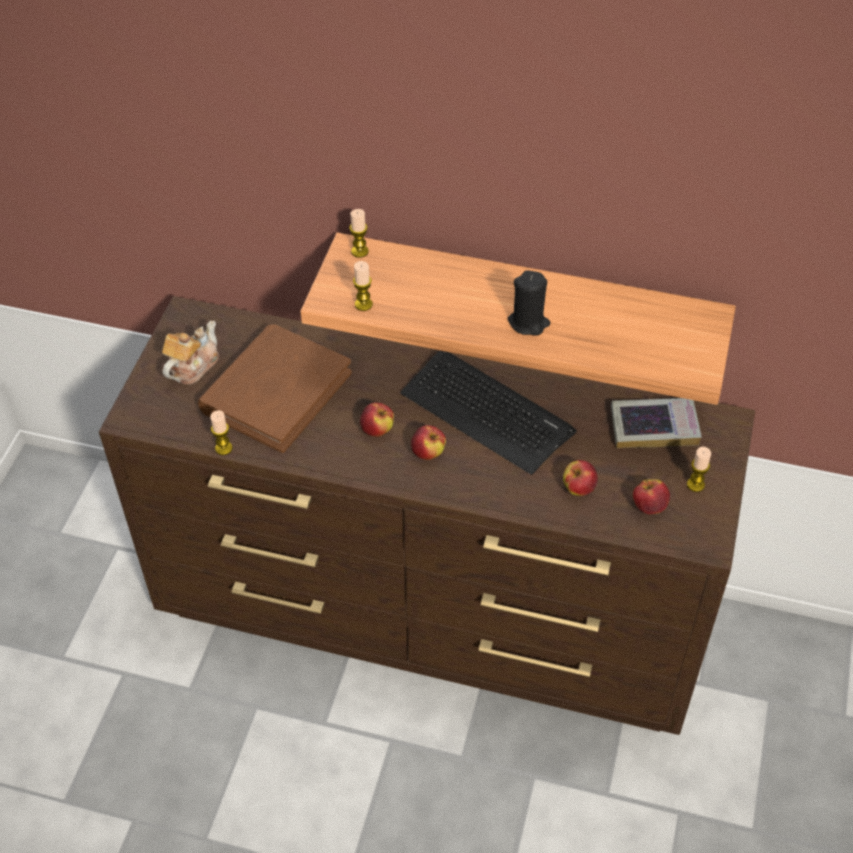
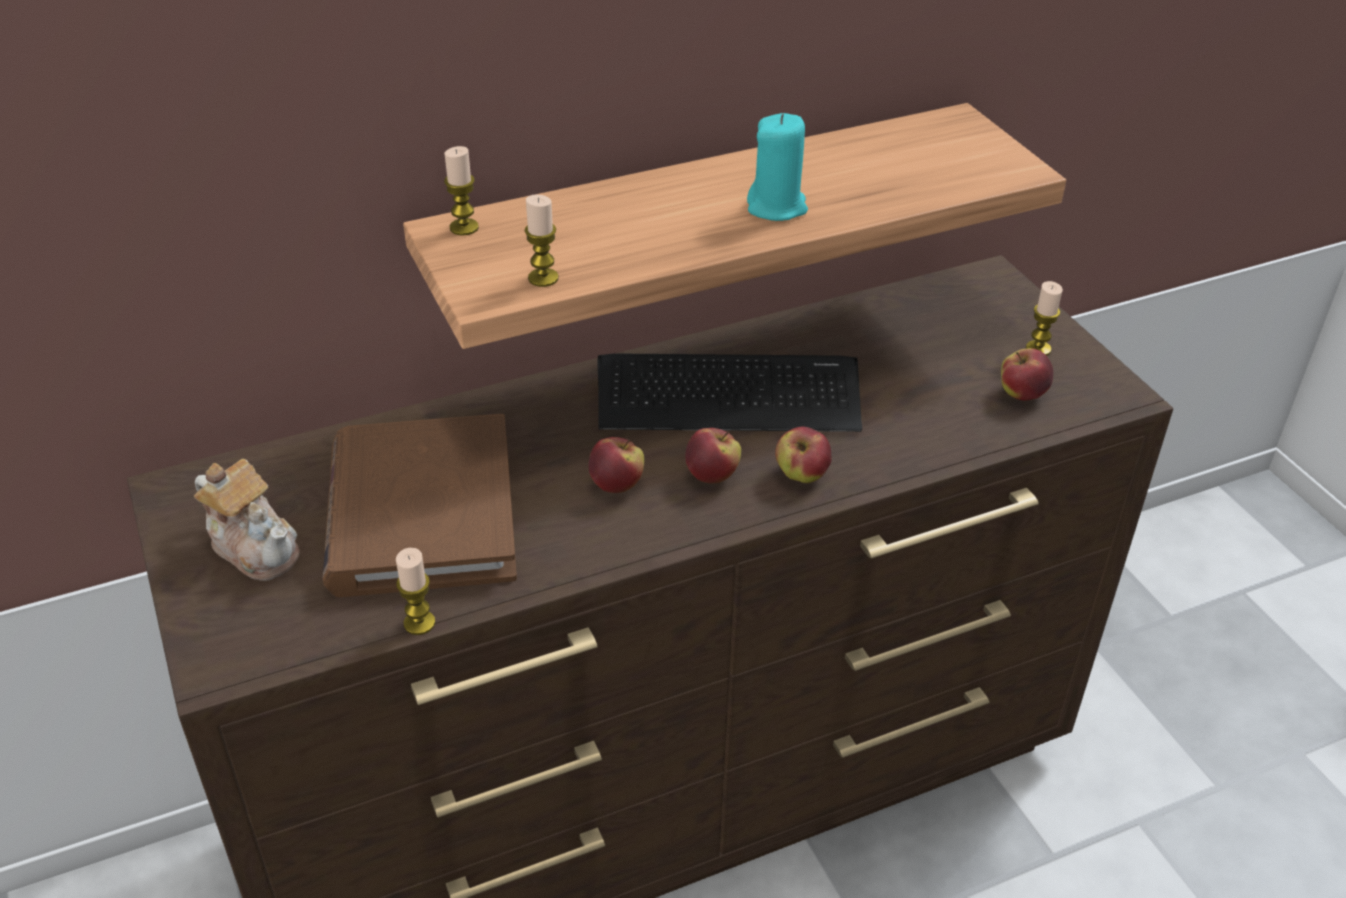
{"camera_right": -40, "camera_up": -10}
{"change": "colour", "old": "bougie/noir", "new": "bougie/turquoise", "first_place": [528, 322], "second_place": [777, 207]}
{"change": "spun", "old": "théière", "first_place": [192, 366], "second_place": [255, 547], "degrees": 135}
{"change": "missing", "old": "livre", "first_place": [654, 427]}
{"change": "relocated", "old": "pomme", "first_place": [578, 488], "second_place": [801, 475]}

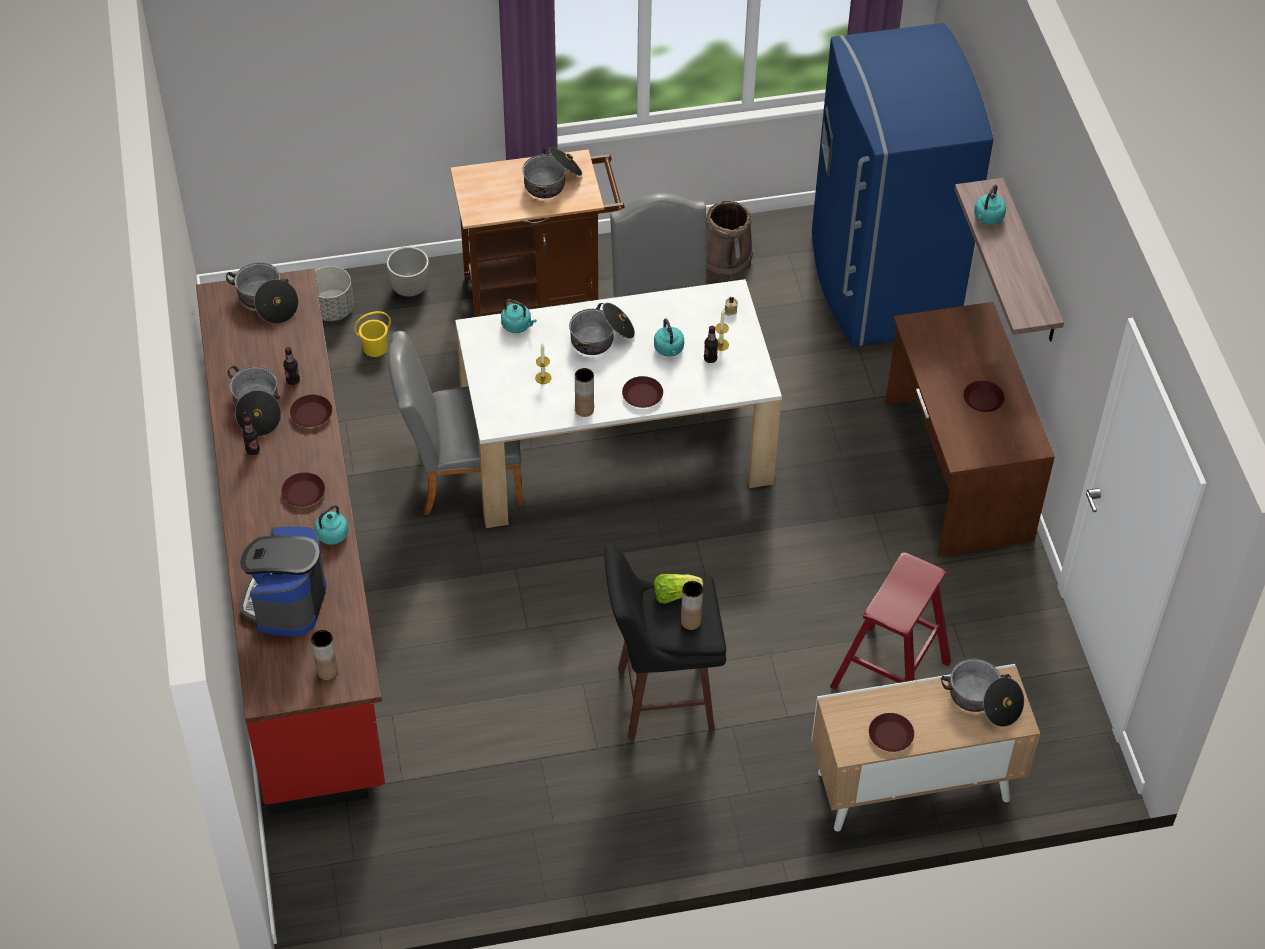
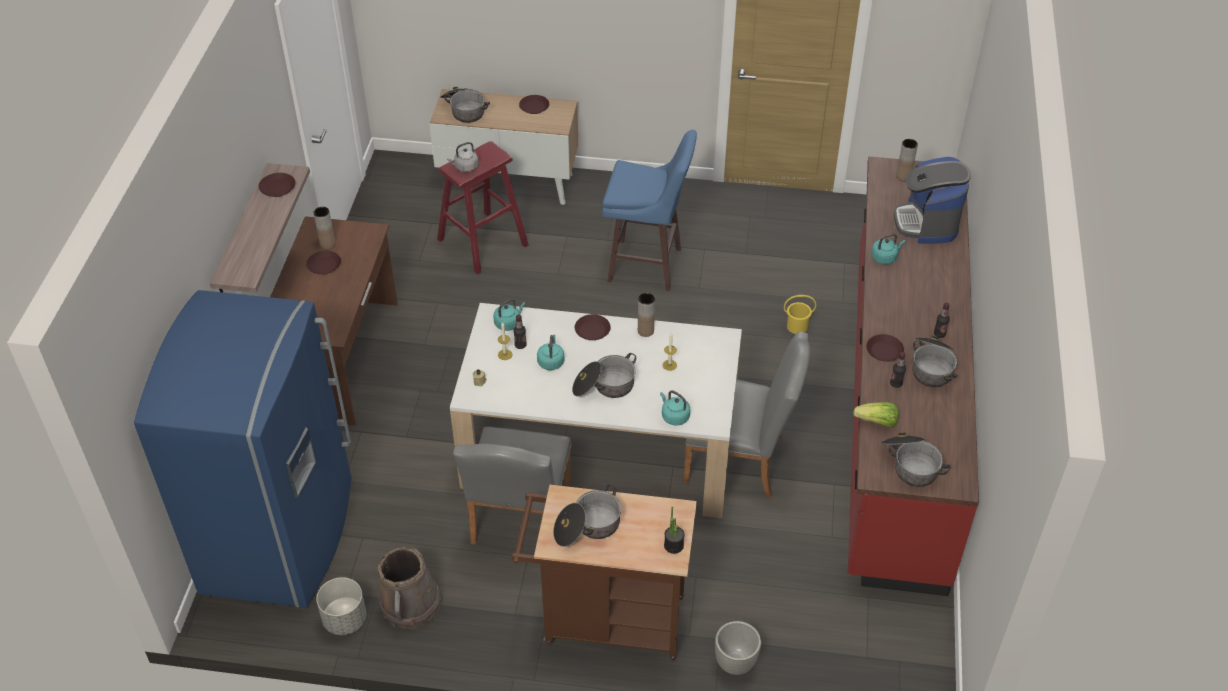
{"camera_right": -160, "camera_up": -5}
{"change": "relocated", "old": "bouilloire/turquoise", "first_place": [987, 218], "second_place": [508, 323]}
{"change": "relocated", "old": "cache-pot/gris", "first_place": [333, 310], "second_place": [344, 619]}
{"change": "relocated", "old": "seau/jaune", "first_place": [374, 347], "second_place": [797, 327]}
{"change": "relocated", "old": "assiette/marron", "first_place": [303, 493], "second_place": [278, 188]}
{"change": "spun", "old": "machine à café", "first_place": [286, 602], "second_place": [927, 223], "degrees": 150}
{"change": "colour", "old": "tabouret/noir", "new": "tabouret/bleu", "first_place": [661, 698], "second_place": [647, 266]}
{"change": "relocated", "old": "laitue", "first_place": [674, 594], "second_place": [877, 422]}
{"change": "relocated", "old": "vase/marron", "first_place": [690, 622], "second_place": [327, 244]}
{"change": "appeared", "new": "bouilloire/gris", "second_place": [465, 167]}
{"change": "appeared", "new": "plante en pot", "second_place": [673, 545]}

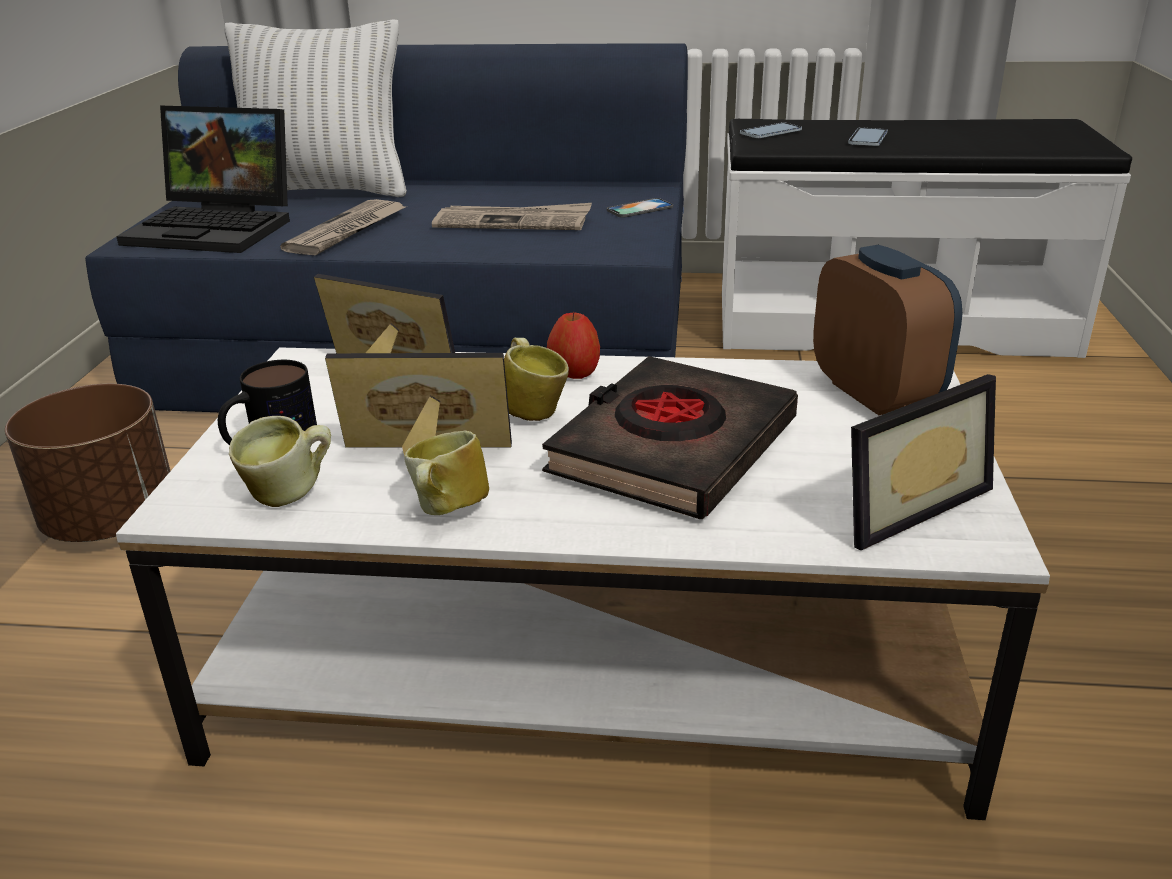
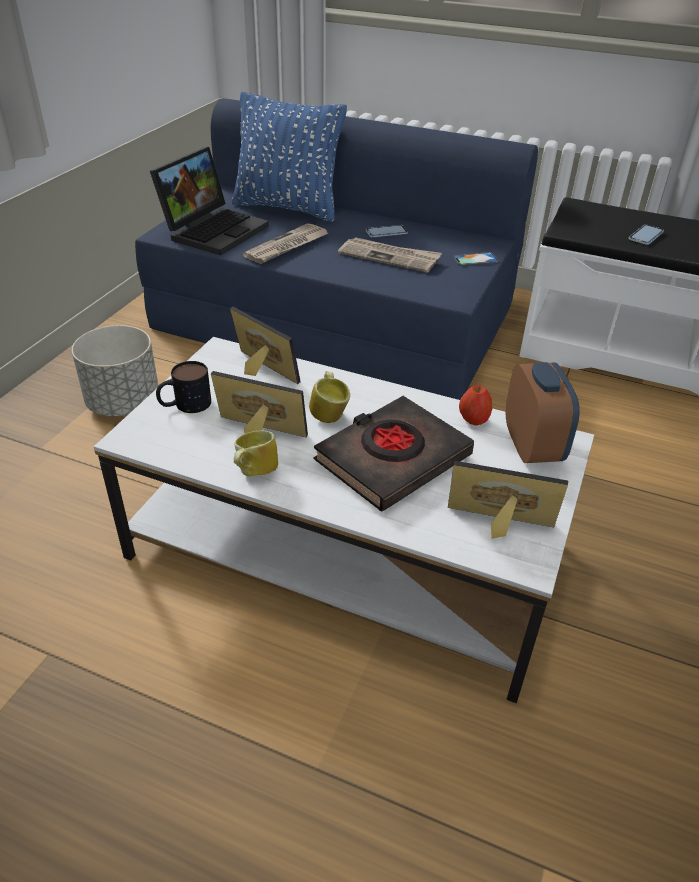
{"camera_right": 15, "camera_up": 10}
{"change": "colour", "old": "coussin/blanc", "new": "coussin/bleu", "first_place": [326, 191], "second_place": [288, 208]}
{"change": "spun", "old": "ordinateur portable", "first_place": [219, 228], "second_place": [214, 230], "degrees": -90}
{"change": "relocated", "old": "téléphone", "first_place": [770, 132], "second_place": [386, 232]}
{"change": "relocated", "old": "pomme", "first_place": [574, 374], "second_place": [473, 420]}
{"change": "spun", "old": "cadre photo", "first_place": [902, 504], "second_place": [498, 527], "degrees": -150}
{"change": "colour", "old": "cache-pot/marron", "new": "cache-pot/gris", "first_place": [112, 521], "second_place": [124, 403]}
{"change": "missing", "old": "mug", "first_place": [291, 496]}

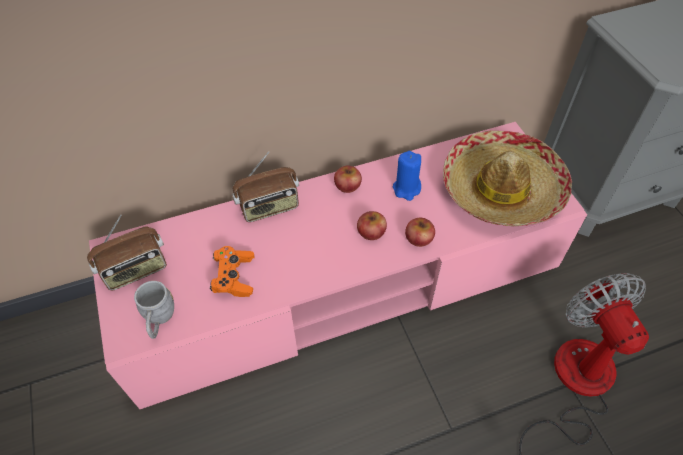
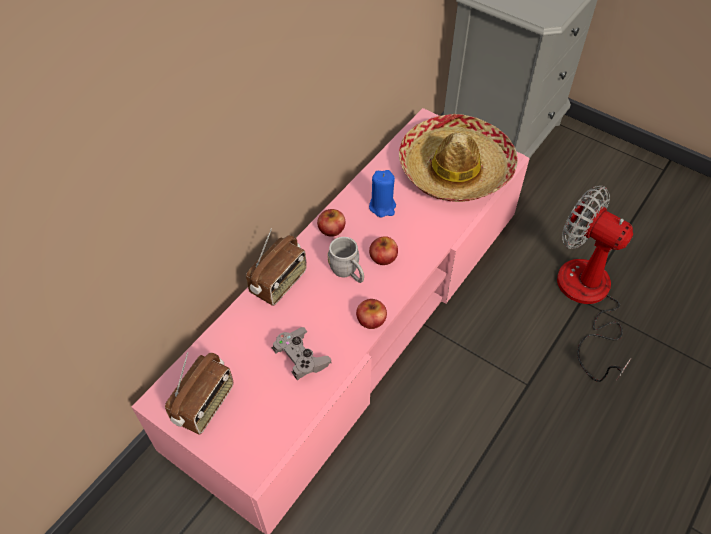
{"camera_right": -35, "camera_up": 0}
{"change": "relocated", "old": "pomme", "first_place": [419, 238], "second_place": [371, 319]}
{"change": "colour", "old": "manette/orange", "new": "manette/gris", "first_place": [234, 277], "second_place": [301, 358]}
{"change": "relocated", "old": "mug/gris", "first_place": [159, 320], "second_place": [348, 273]}

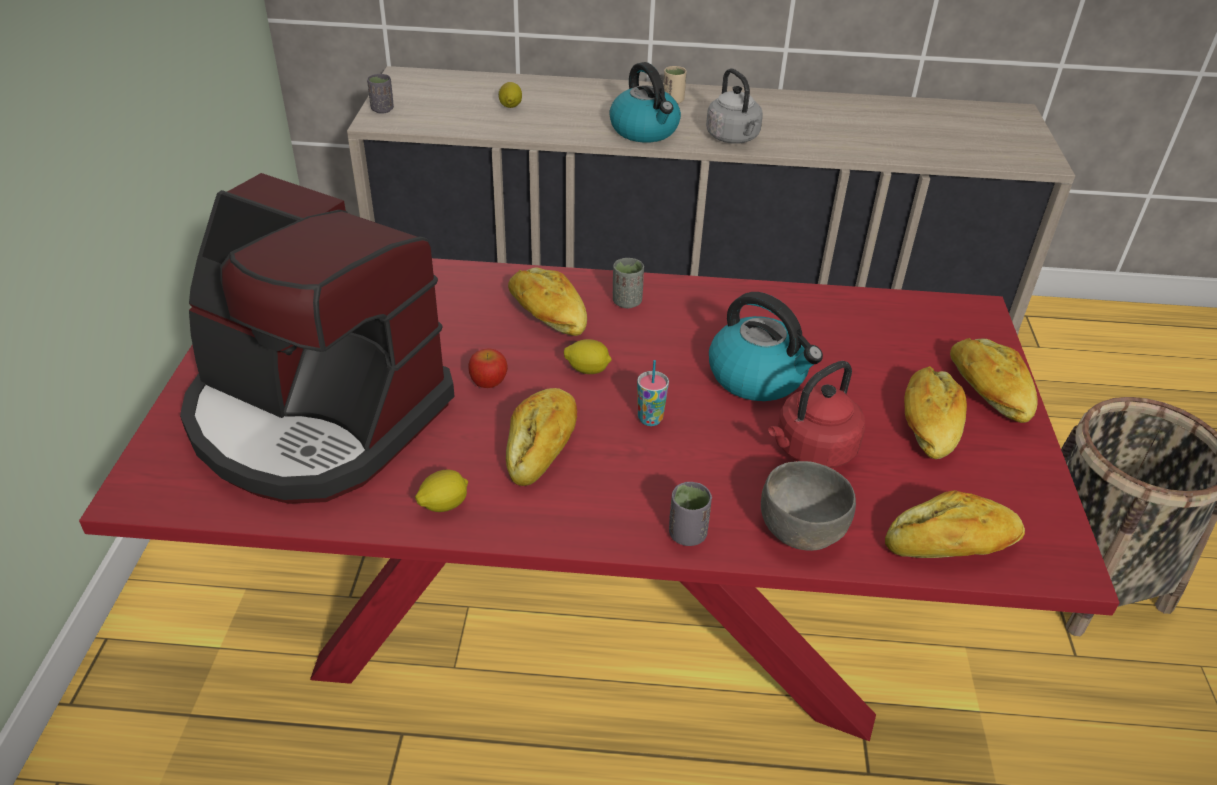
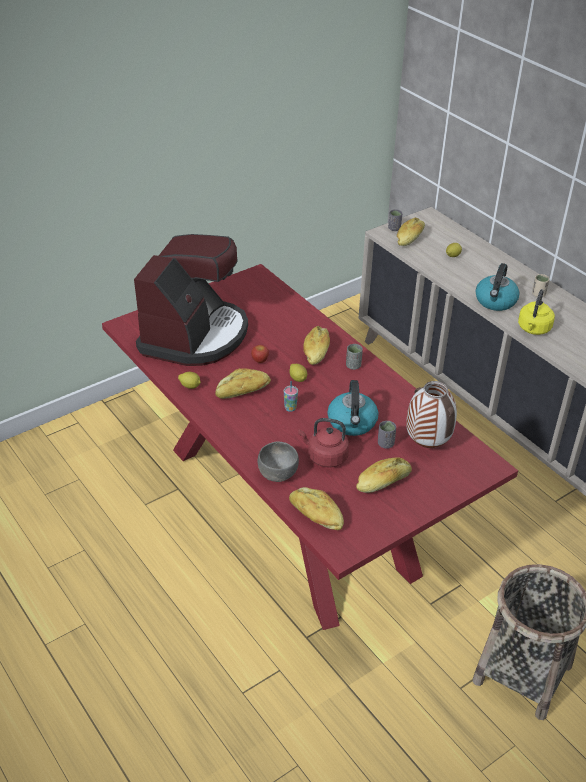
{"camera_right": 50, "camera_up": 0}
{"change": "colour", "old": "bouilloire/gris", "new": "bouilloire/jaune", "first_place": [734, 138], "second_place": [533, 329]}
{"change": "spun", "old": "machine à café", "first_place": [315, 417], "second_place": [195, 335], "degrees": -150}
{"change": "relocated", "old": "pain", "first_place": [987, 392], "second_place": [410, 238]}
{"change": "relocated", "old": "tasse/gris", "first_place": [687, 534], "second_place": [385, 444]}
{"change": "appeared", "new": "vase", "second_place": [426, 444]}

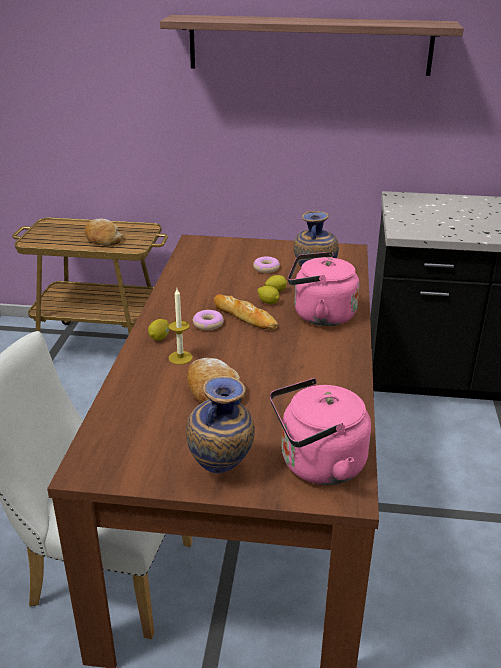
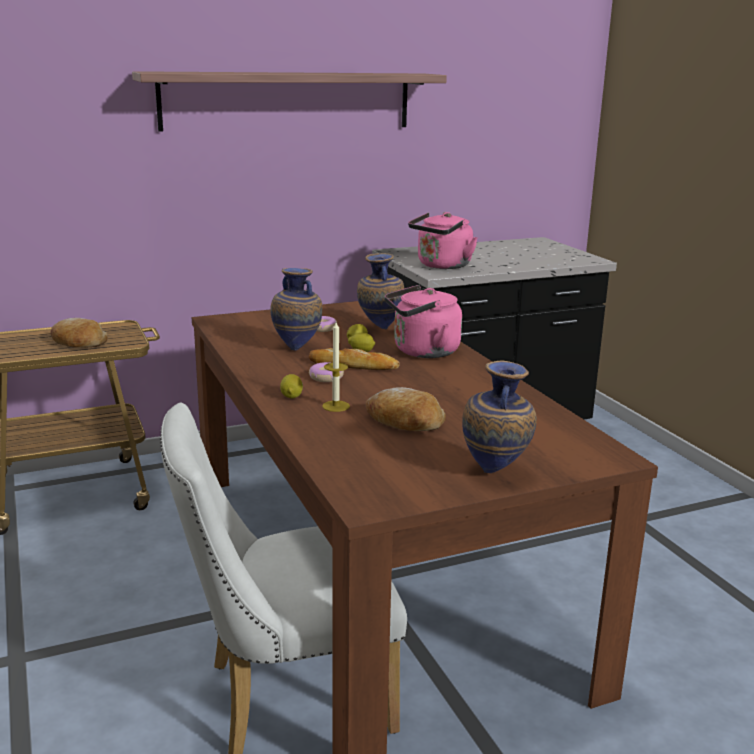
{"camera_right": -30, "camera_up": -10}
{"change": "relocated", "old": "bouilloire/rose", "first_place": [317, 465], "second_place": [442, 266]}
{"change": "appeared", "new": "vase", "second_place": [297, 348]}

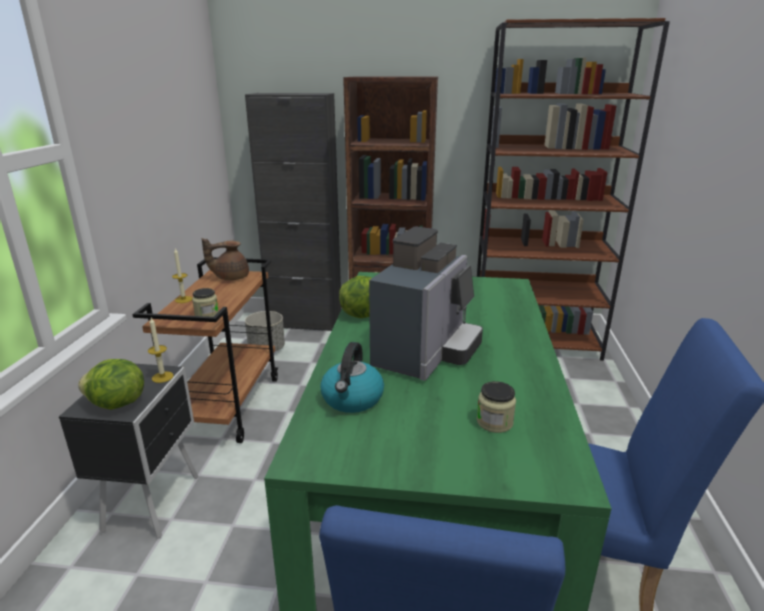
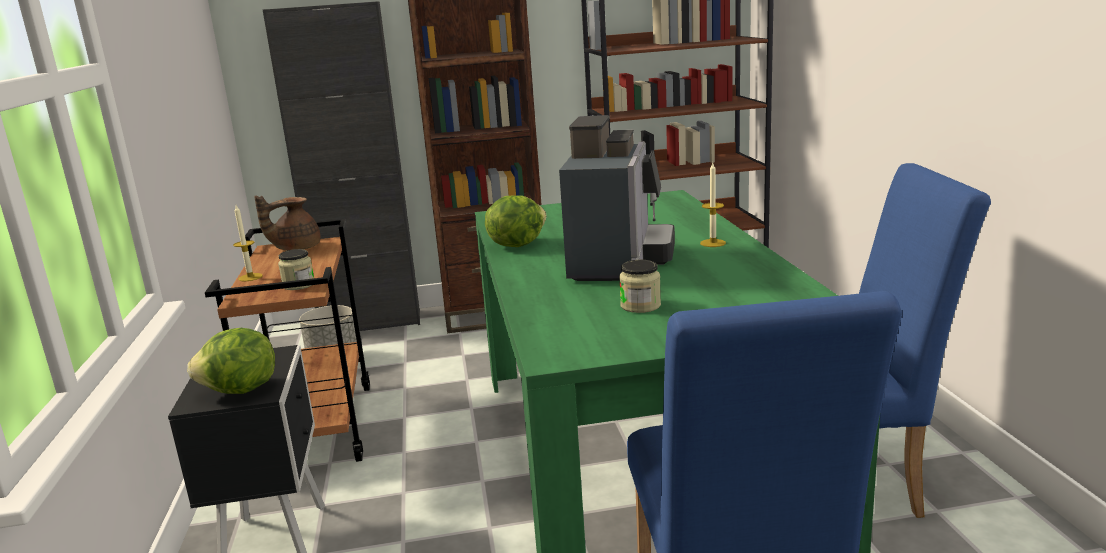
{"camera_right": -15, "camera_up": -5}
{"change": "relocated", "old": "bougie", "first_place": [162, 377], "second_place": [713, 243]}
{"change": "missing", "old": "bouilloire", "first_place": [352, 399]}
{"change": "relocated", "old": "bocal", "first_place": [494, 422], "second_place": [640, 305]}

